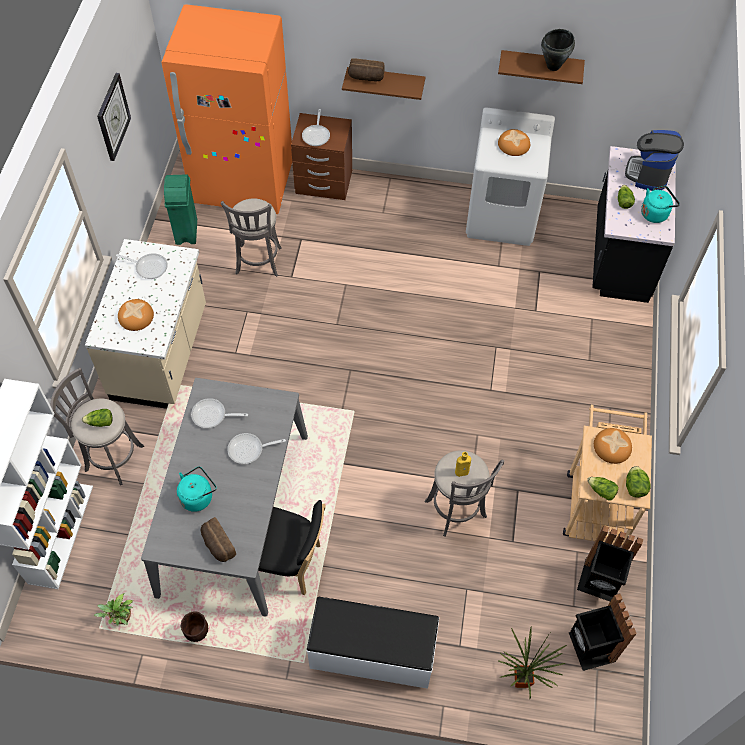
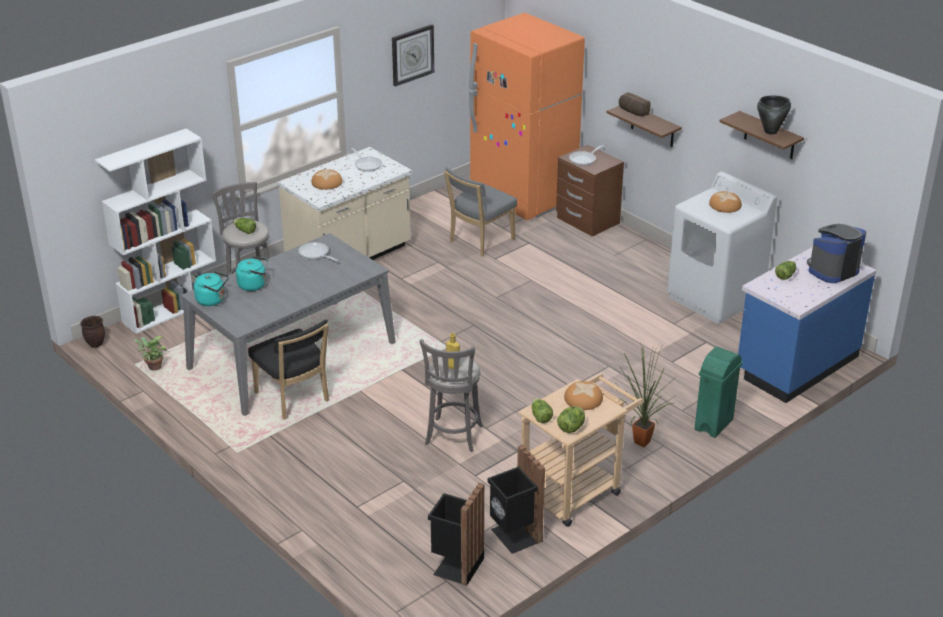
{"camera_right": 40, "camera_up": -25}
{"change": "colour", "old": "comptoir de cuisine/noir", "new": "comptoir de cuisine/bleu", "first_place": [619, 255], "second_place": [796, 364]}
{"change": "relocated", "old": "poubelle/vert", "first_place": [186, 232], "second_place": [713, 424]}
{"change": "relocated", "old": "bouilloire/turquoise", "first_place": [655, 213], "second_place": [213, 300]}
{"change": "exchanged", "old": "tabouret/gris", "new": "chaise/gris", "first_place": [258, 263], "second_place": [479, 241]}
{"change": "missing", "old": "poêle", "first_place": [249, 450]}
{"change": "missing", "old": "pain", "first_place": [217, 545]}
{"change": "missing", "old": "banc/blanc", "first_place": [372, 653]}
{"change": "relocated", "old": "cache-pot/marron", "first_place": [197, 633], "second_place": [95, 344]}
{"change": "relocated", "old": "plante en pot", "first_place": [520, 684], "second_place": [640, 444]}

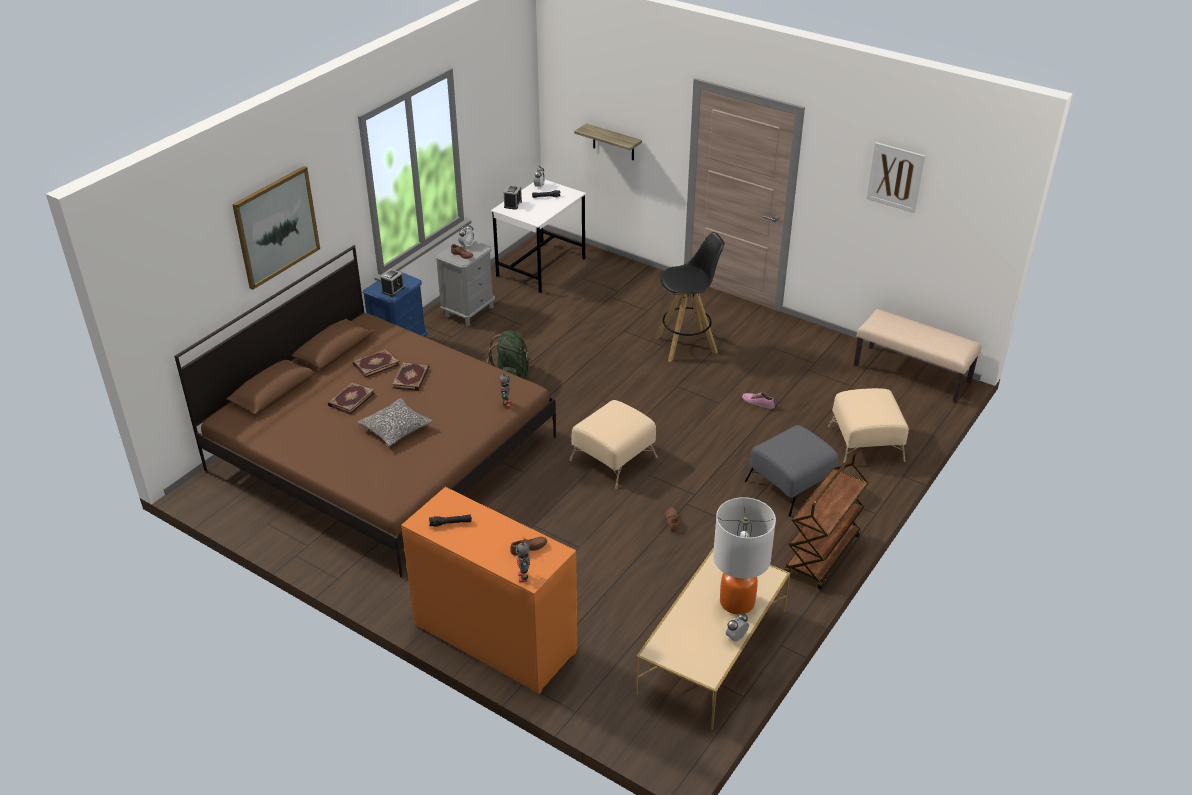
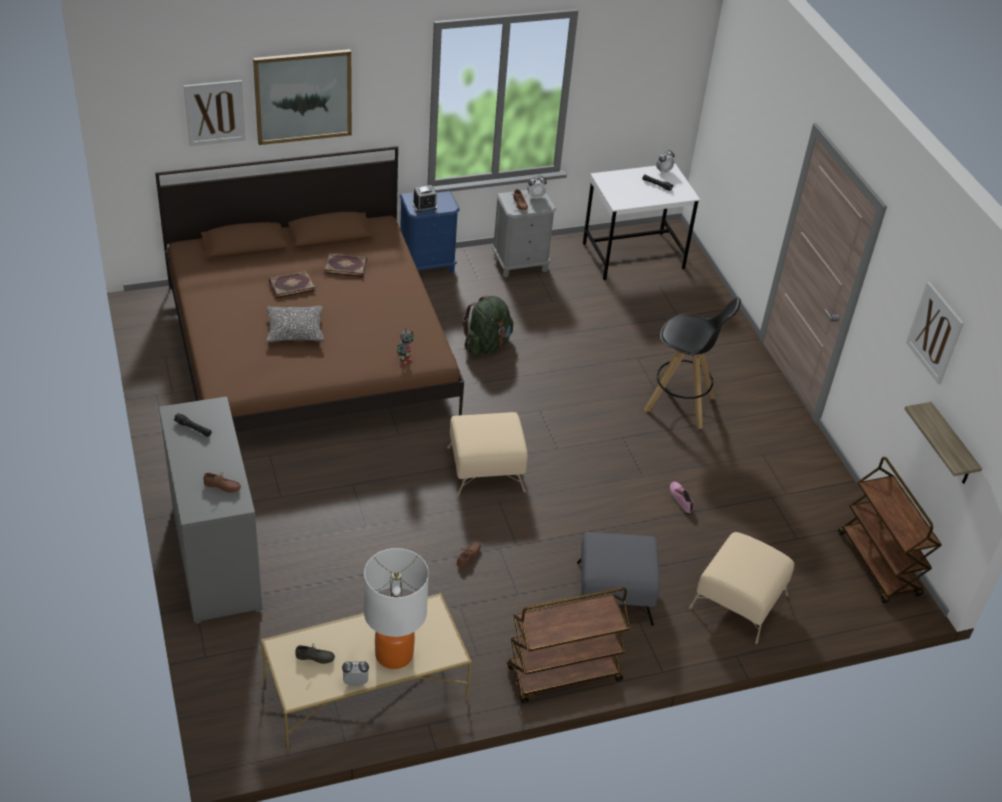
{"camera_right": 35, "camera_up": 5}
{"change": "relocated", "old": "étagère", "first_place": [613, 142], "second_place": [951, 446]}
{"change": "missing", "old": "réveil", "first_place": [513, 204]}
{"change": "exchanged", "old": "banc/beige", "new": "chariot/marron", "first_place": [912, 373], "second_place": [879, 565]}
{"change": "missing", "old": "livre", "first_place": [411, 378]}
{"change": "colour", "old": "commode/orange", "new": "commode/gris", "first_place": [495, 639], "second_place": [216, 557]}
{"change": "missing", "old": "robot jouet", "first_place": [524, 577]}
{"change": "appeared", "new": "tableau", "second_place": [215, 112]}
{"change": "appeared", "new": "chaussure/gris", "second_place": [315, 658]}

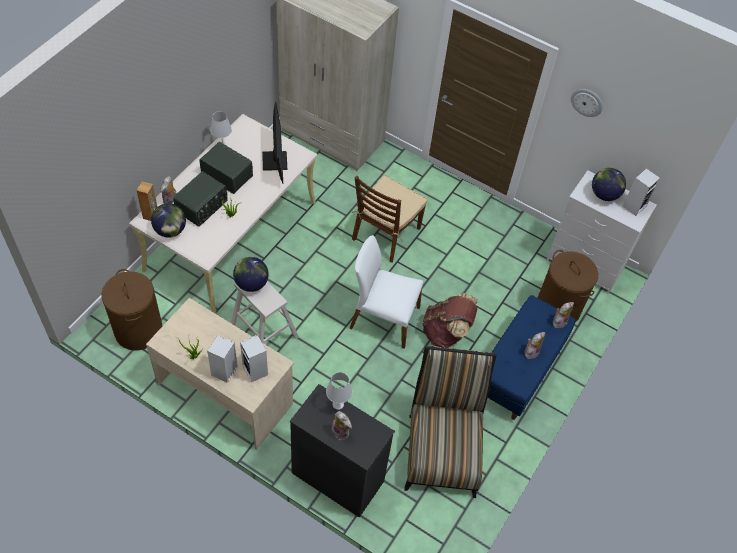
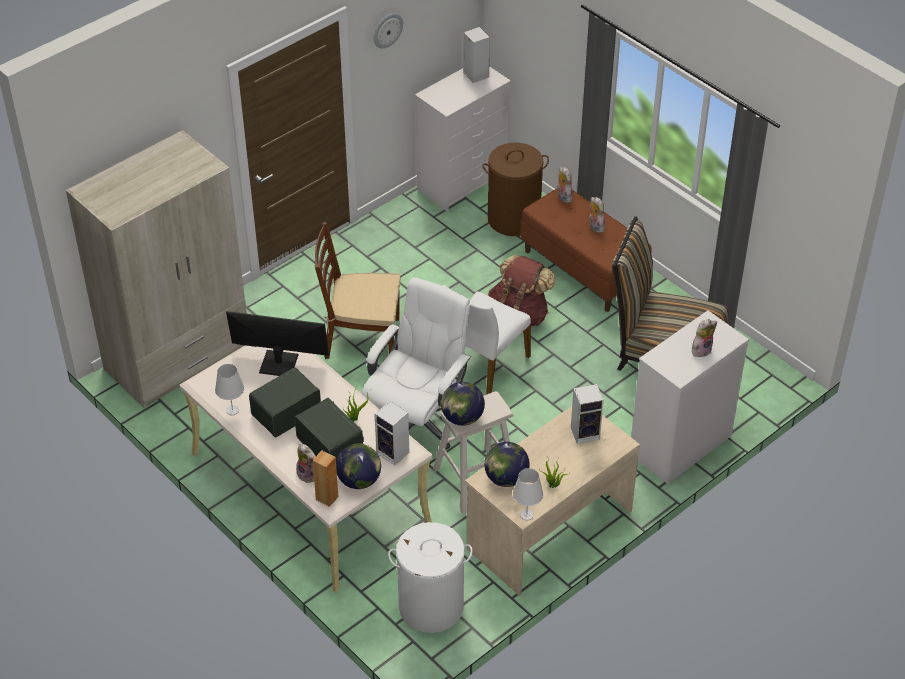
{"camera_right": -70, "camera_up": -10}
{"change": "relocated", "old": "globe", "first_place": [604, 195], "second_place": [506, 478]}
{"change": "spun", "old": "chaise/marron", "first_place": [386, 234], "second_place": [361, 338], "degrees": 135}
{"change": "colour", "old": "panier à linge/marron", "new": "panier à linge/blanc", "first_place": [138, 330], "second_place": [431, 607]}
{"change": "colour", "old": "banc/bleu", "new": "banc/marron", "first_place": [518, 370], "second_place": [584, 269]}
{"change": "relocated", "old": "enceinte", "first_place": [224, 372], "second_place": [394, 453]}
{"change": "relocated", "old": "lampe de table/blanc", "first_place": [338, 404], "second_place": [527, 515]}
{"change": "colour", "old": "commode/noir", "new": "commode/blanc", "first_place": [337, 476], "second_place": [680, 445]}
{"change": "appeared", "new": "chaise de bureau/blanc", "second_place": [417, 421]}

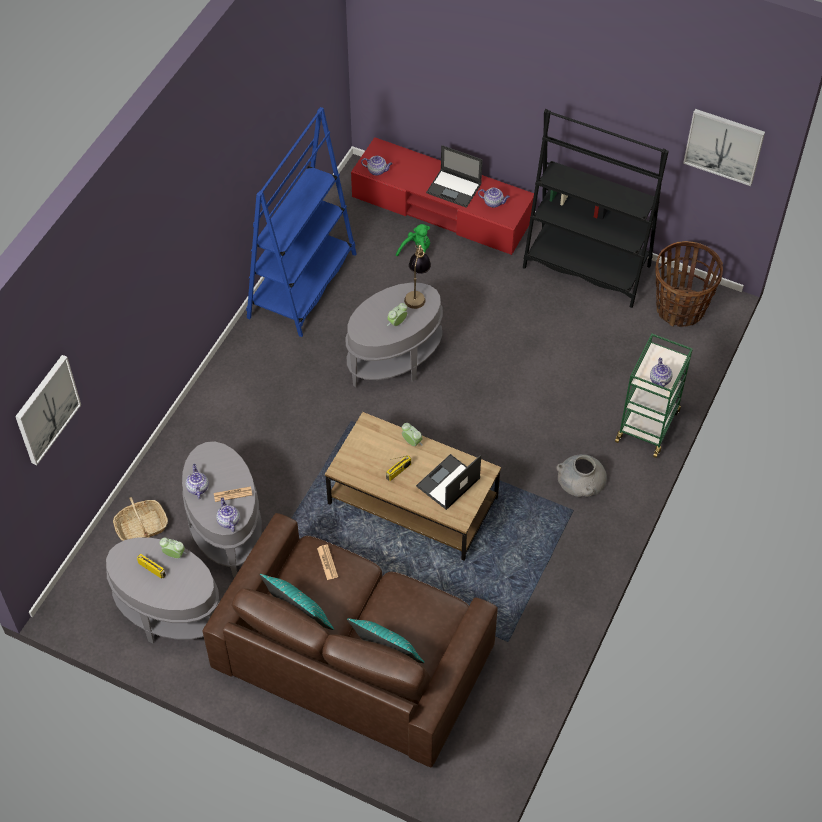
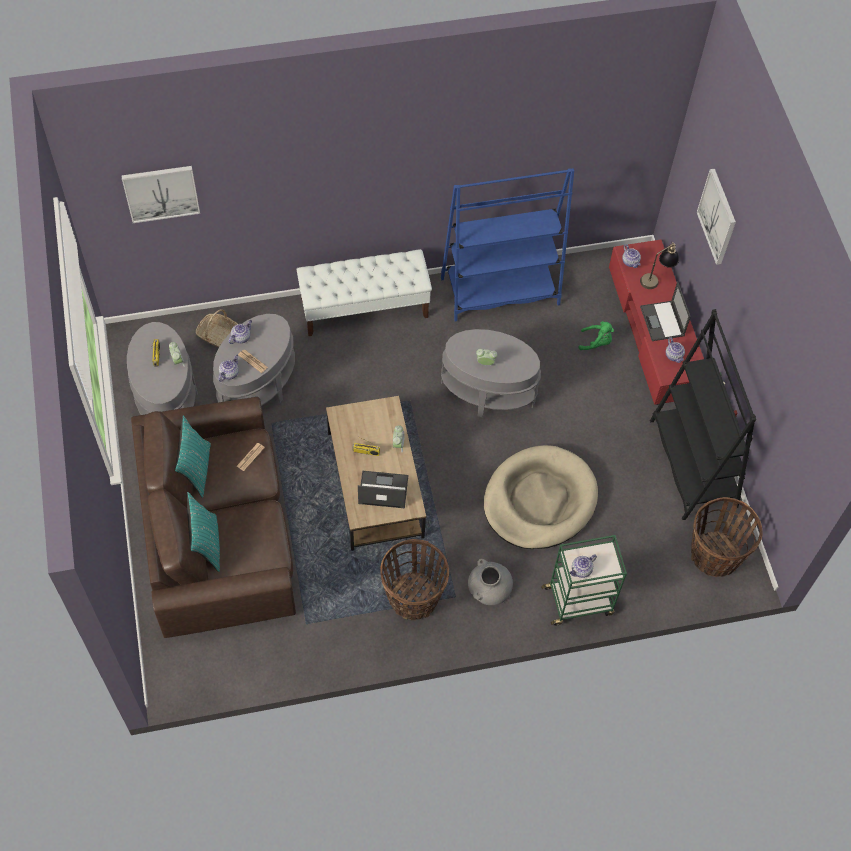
{"camera_right": 50, "camera_up": 5}
{"change": "relocated", "old": "tableau", "first_place": [724, 146], "second_place": [718, 216]}
{"change": "relocated", "old": "lampe de table", "first_place": [417, 293], "second_place": [656, 279]}
{"change": "appeared", "new": "banc/blanc", "second_place": [365, 308]}
{"change": "appeared", "new": "panier pour chien/beige", "second_place": [539, 500]}
{"change": "appeared", "new": "panier", "second_place": [413, 597]}

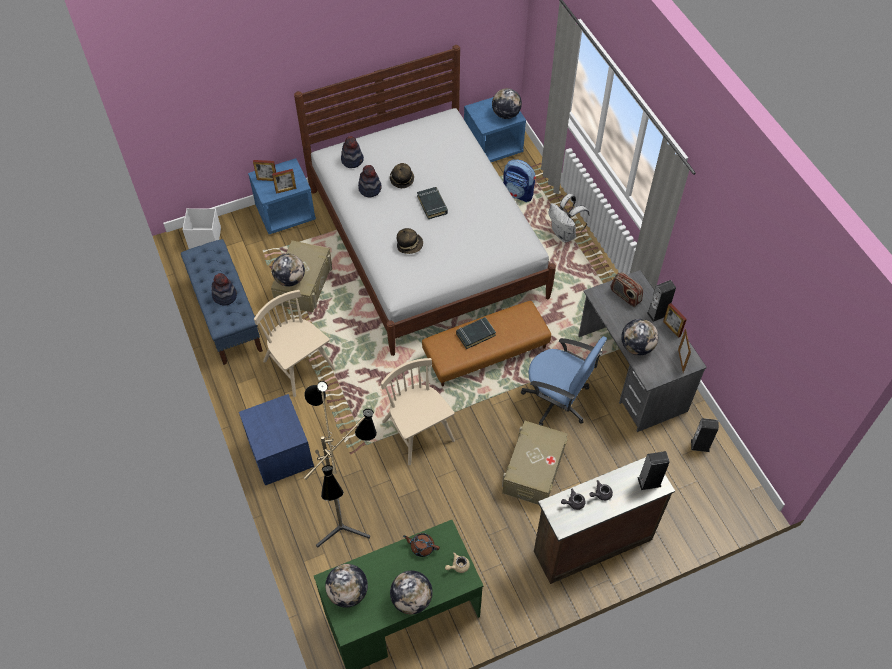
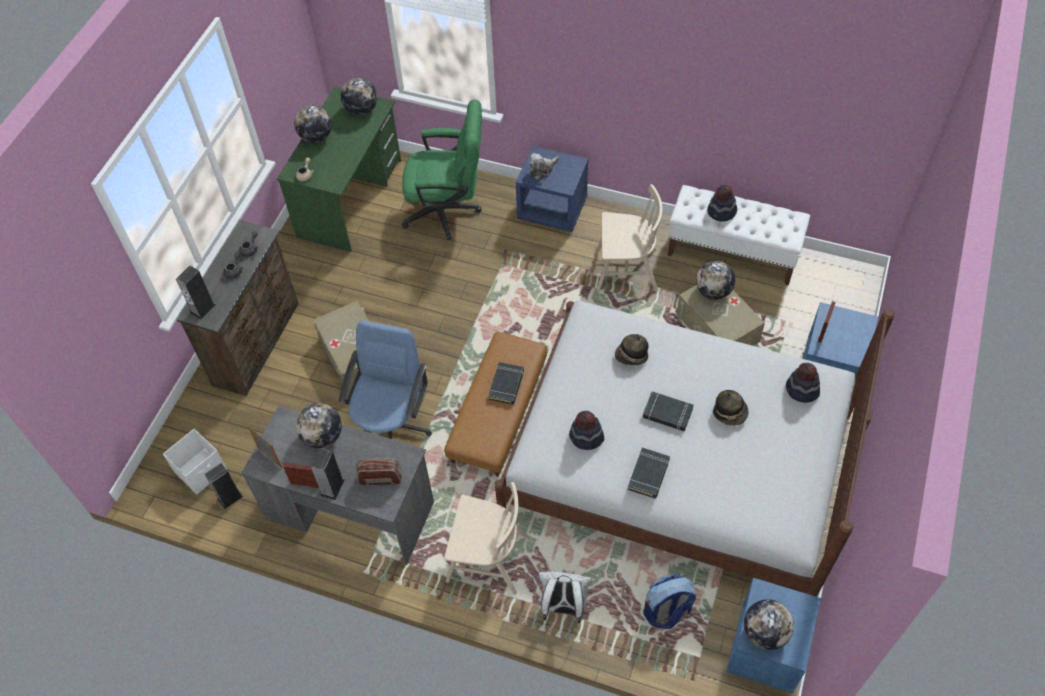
{"camera_right": 135, "camera_up": 0}
{"change": "missing", "old": "cadre photo", "first_place": [267, 179]}
{"change": "relocated", "old": "chapeau", "first_place": [370, 188], "second_place": [586, 437]}
{"change": "relocated", "old": "boîte de rangement/blanc", "first_place": [204, 238], "second_place": [202, 471]}
{"change": "colour", "old": "banc/bleu", "new": "banc/blanc", "first_place": [226, 315], "second_place": [733, 253]}
{"change": "spun", "old": "chaise de bureau/bleu", "first_place": [557, 401], "second_place": [392, 426], "degrees": 120}
{"change": "relocated", "old": "chaise/beige", "first_place": [418, 432], "second_place": [487, 558]}
{"change": "exchanged", "old": "lampadaire", "new": "chaise de bureau/vert", "first_place": [347, 526], "second_place": [448, 211]}
{"change": "missing", "old": "théière/marron", "first_place": [422, 547]}
{"change": "appeared", "new": "peluche", "second_place": [542, 169]}
{"change": "appeared", "new": "livre/noir", "second_place": [648, 475]}

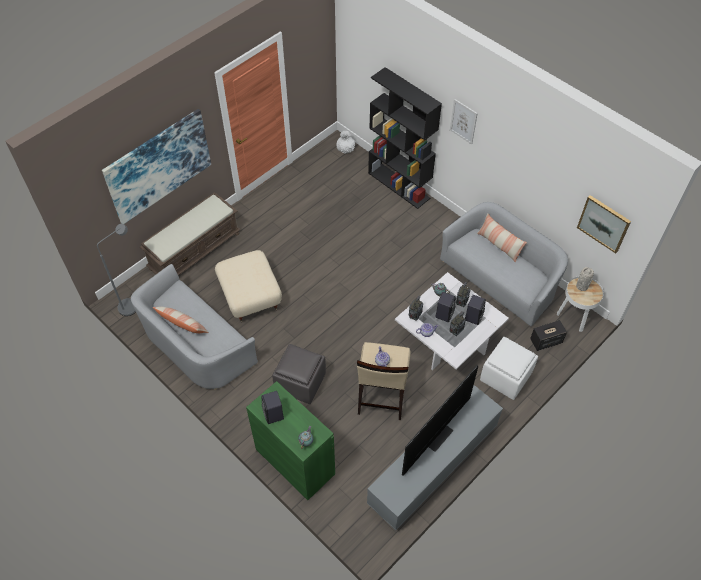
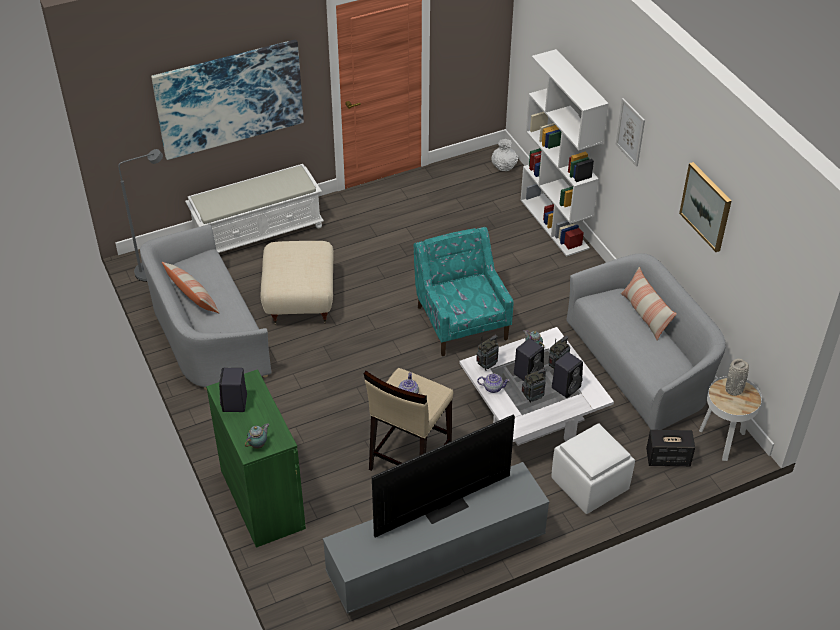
{"camera_right": 20, "camera_up": -10}
{"change": "colour", "old": "bibliothèque/noir", "new": "bibliothèque/blanc", "first_place": [399, 185], "second_place": [555, 224]}
{"change": "colour", "old": "banc/marron", "new": "banc/blanc", "first_place": [195, 250], "second_place": [258, 232]}
{"change": "relocated", "old": "tableau", "first_place": [604, 223], "second_place": [706, 206]}
{"change": "missing", "old": "pouf/gris", "first_place": [301, 382]}
{"change": "appeared", "new": "fauteuil/turquoise", "second_place": [461, 322]}

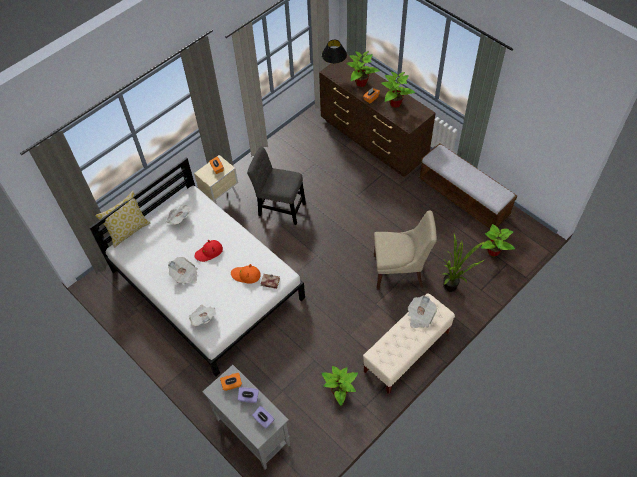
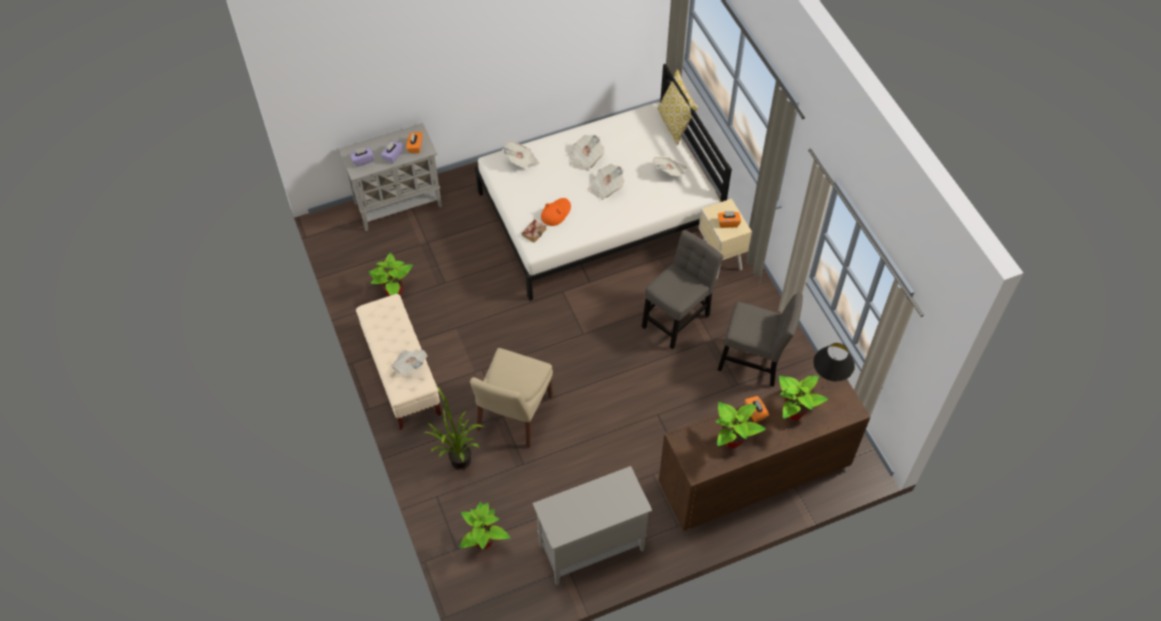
{"camera_right": 110, "camera_up": 0}
{"change": "exchanged", "old": "banc", "new": "meuble de rangement/gris", "first_place": [463, 198], "second_place": [590, 548]}
{"change": "exchanged", "old": "chapeau/rouge", "new": "journal", "first_place": [209, 252], "second_place": [605, 188]}
{"change": "appeared", "new": "chaise/gris", "second_place": [754, 362]}

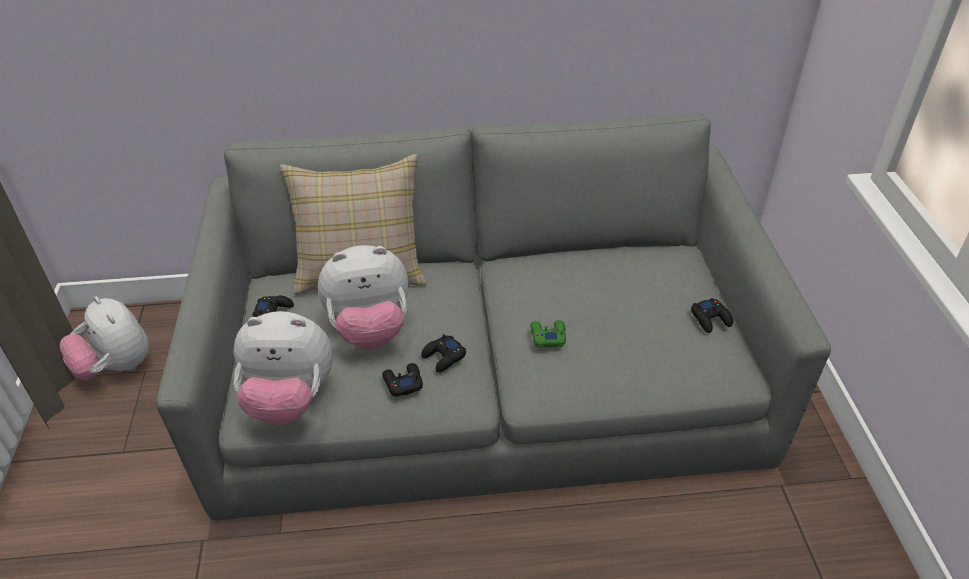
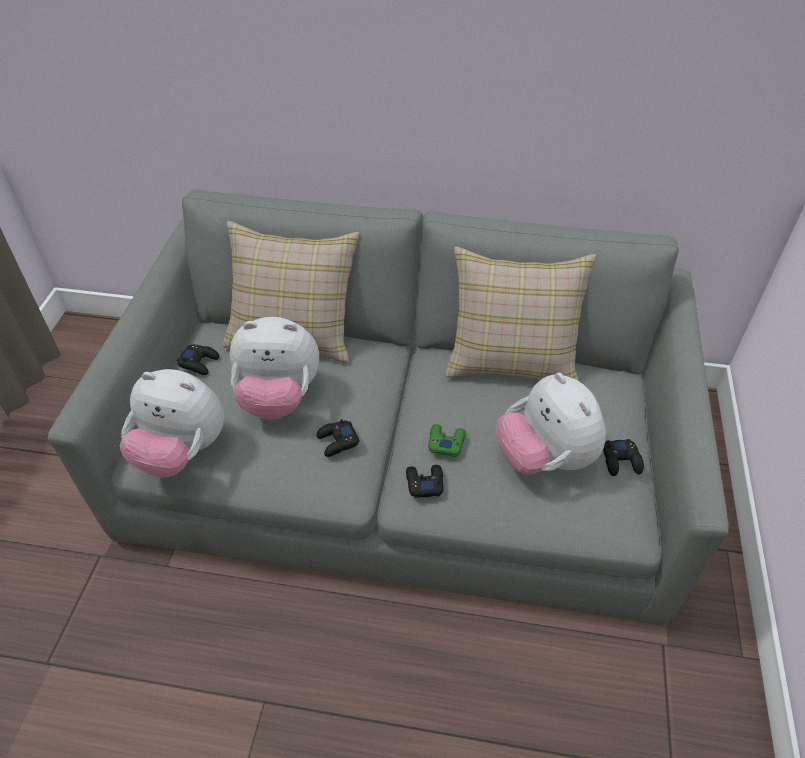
{"camera_right": 15, "camera_up": 5}
{"change": "relocated", "old": "peluche", "first_place": [116, 367], "second_place": [544, 458]}
{"change": "relocated", "old": "manette/noir", "first_place": [403, 383], "second_place": [424, 483]}
{"change": "appeared", "new": "coussin/beige", "second_place": [512, 358]}

